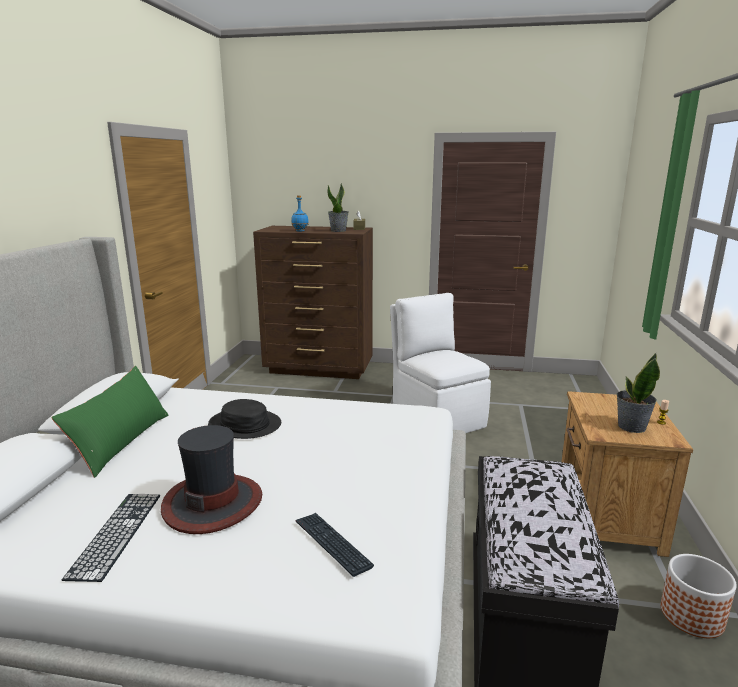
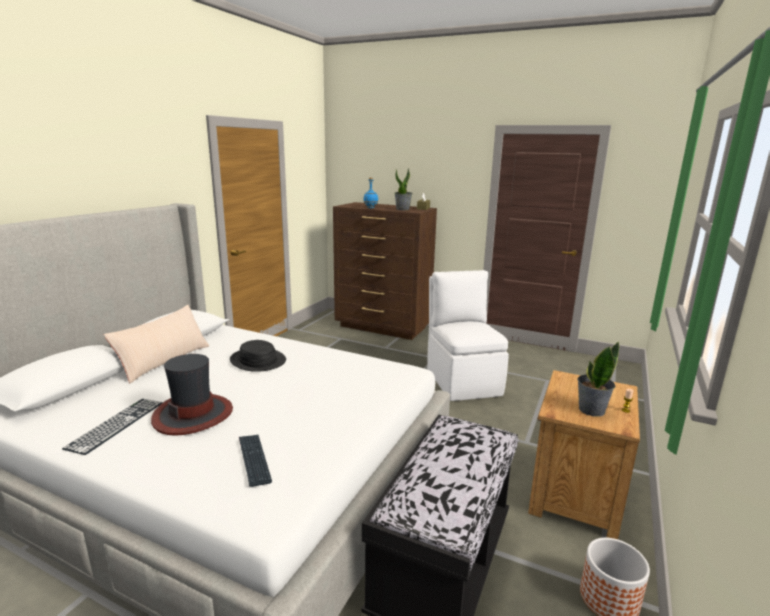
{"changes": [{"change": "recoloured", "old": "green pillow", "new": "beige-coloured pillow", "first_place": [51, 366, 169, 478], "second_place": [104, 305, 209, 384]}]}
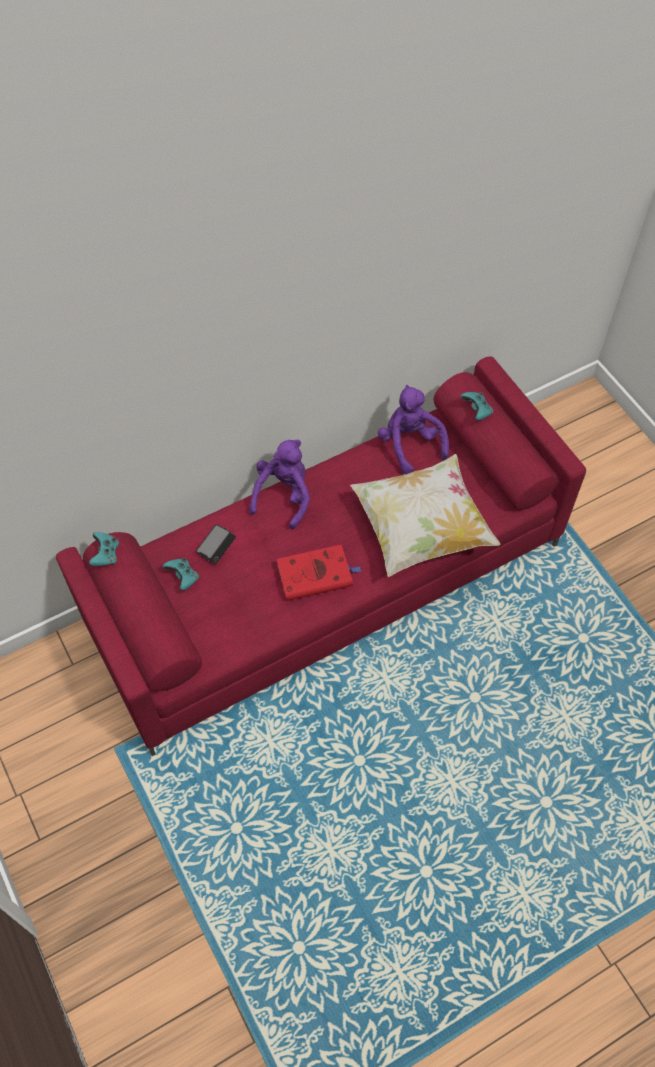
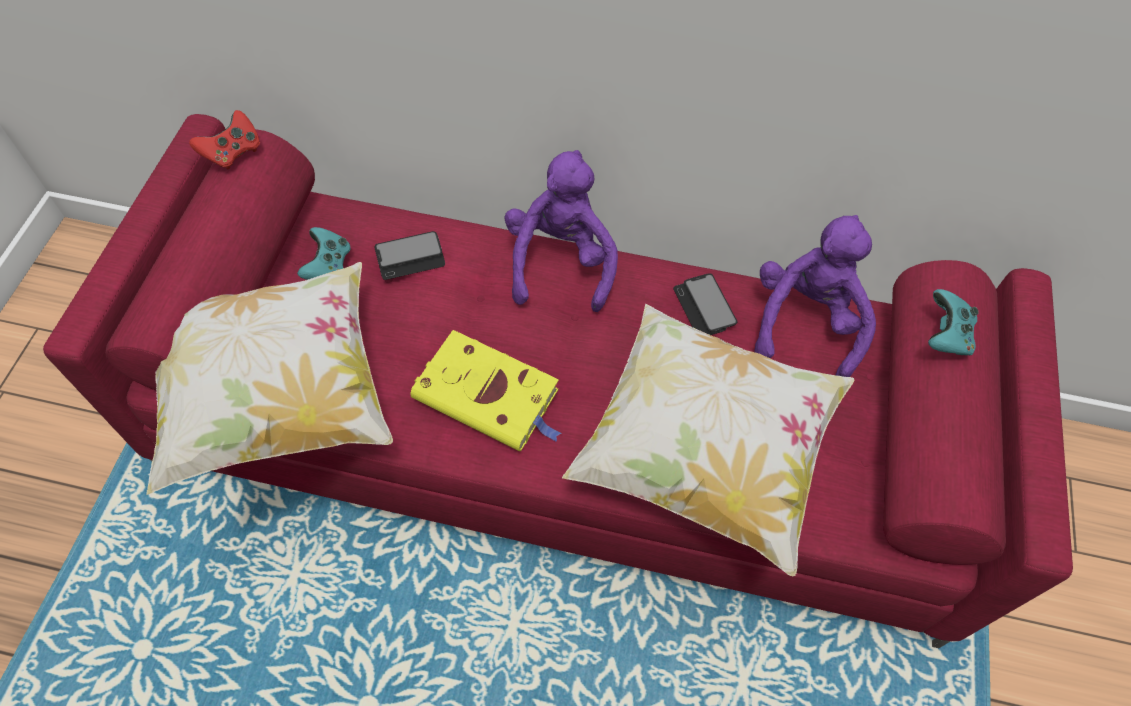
{"changes": [{"change": "added", "new": "pillow", "second_place": [146, 262, 393, 495]}, {"change": "added", "new": "phone", "second_place": [673, 273, 738, 335]}, {"change": "recoloured", "old": "turquoise-coloured game controller", "new": "red game controller", "first_place": [89, 532, 119, 566], "second_place": [189, 110, 260, 170]}, {"change": "recoloured", "old": "red volume", "new": "yellow-coloured volume", "first_place": [276, 545, 361, 601], "second_place": [411, 330, 561, 451]}, {"change": "turned", "old": "purplish cuddly toy", "first_place": [249, 440, 310, 530], "second_place": [504, 150, 618, 312], "degrees": -60}]}
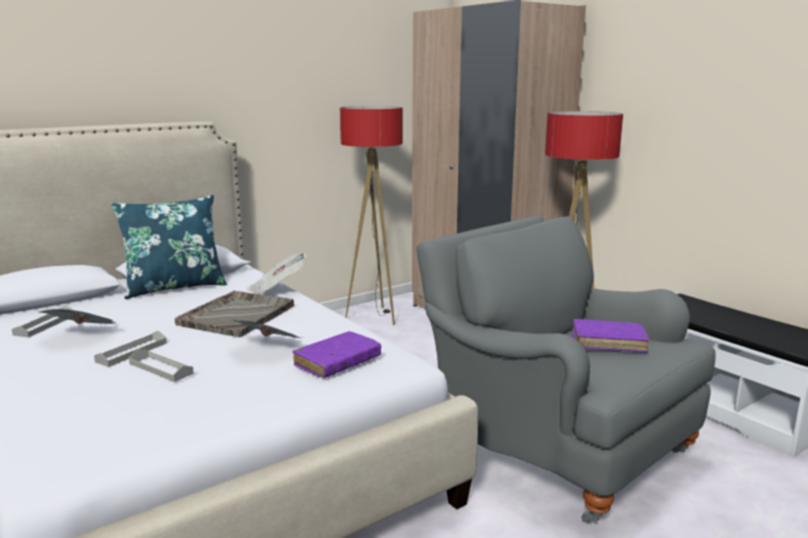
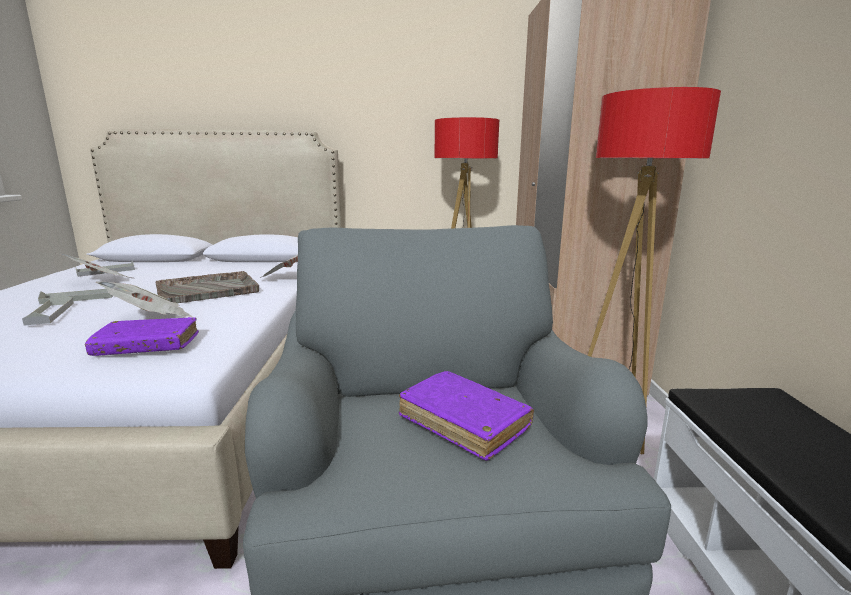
{"changes": [{"change": "removed", "old": "blue pillow", "first_place": [112, 195, 227, 299]}]}
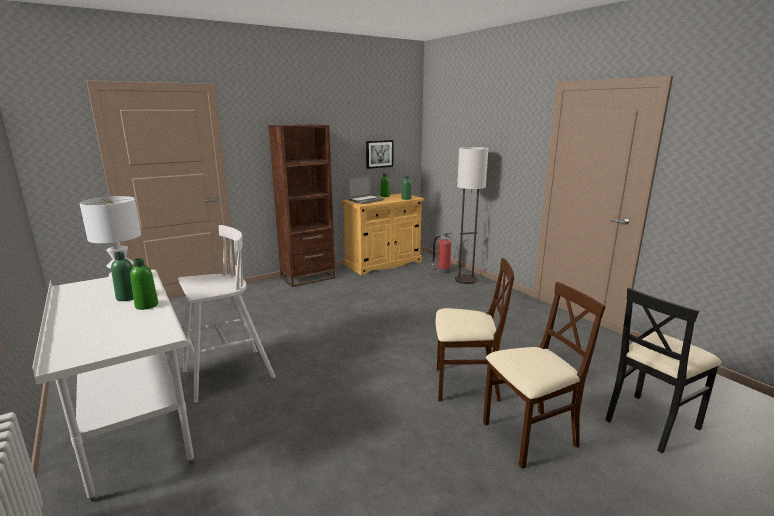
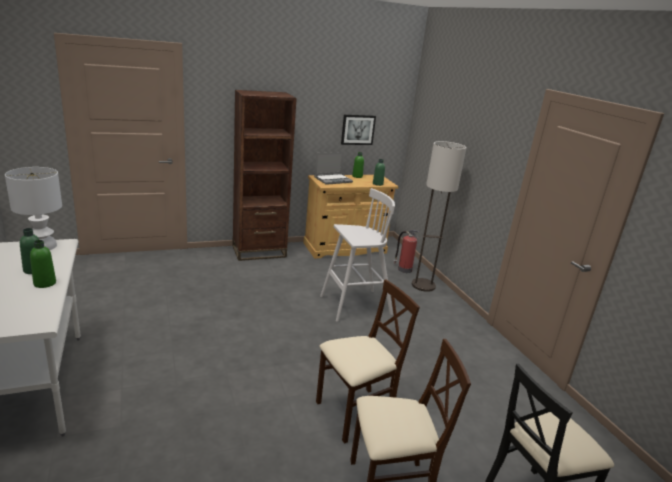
{"changes": [{"change": "moved", "old": "white sitting stool", "first_place": [178, 225, 275, 403], "second_place": [320, 188, 395, 322]}, {"change": "turned", "old": "beige-coloured plain chair", "first_place": [436, 258, 514, 402], "second_place": [316, 280, 420, 444], "degrees": -45}]}
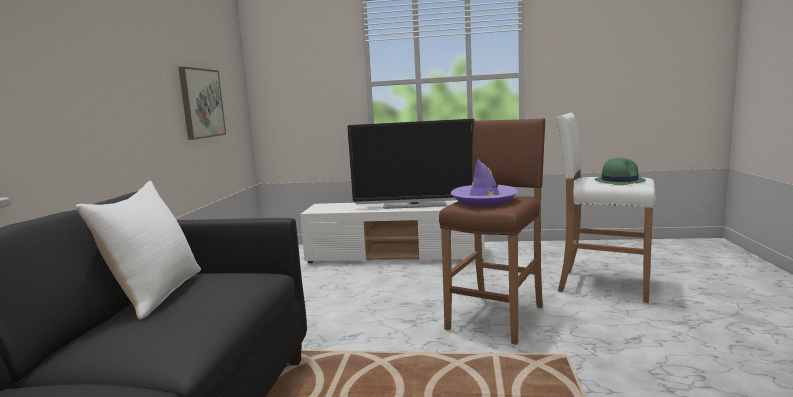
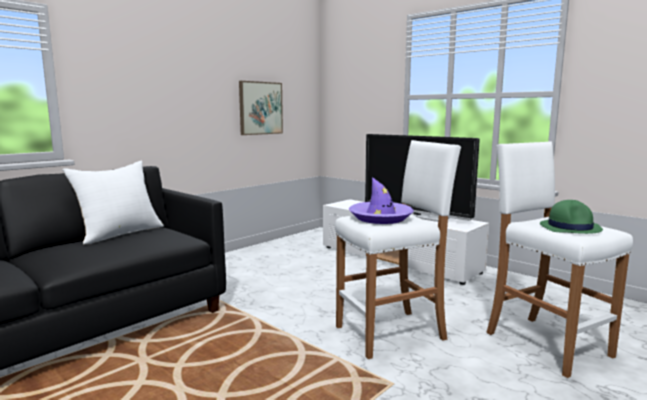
{"changes": [{"change": "recoloured", "old": "brown-coloured sitting stool", "new": "white sitting stool", "first_place": [439, 118, 545, 345], "second_place": [335, 140, 461, 359]}]}
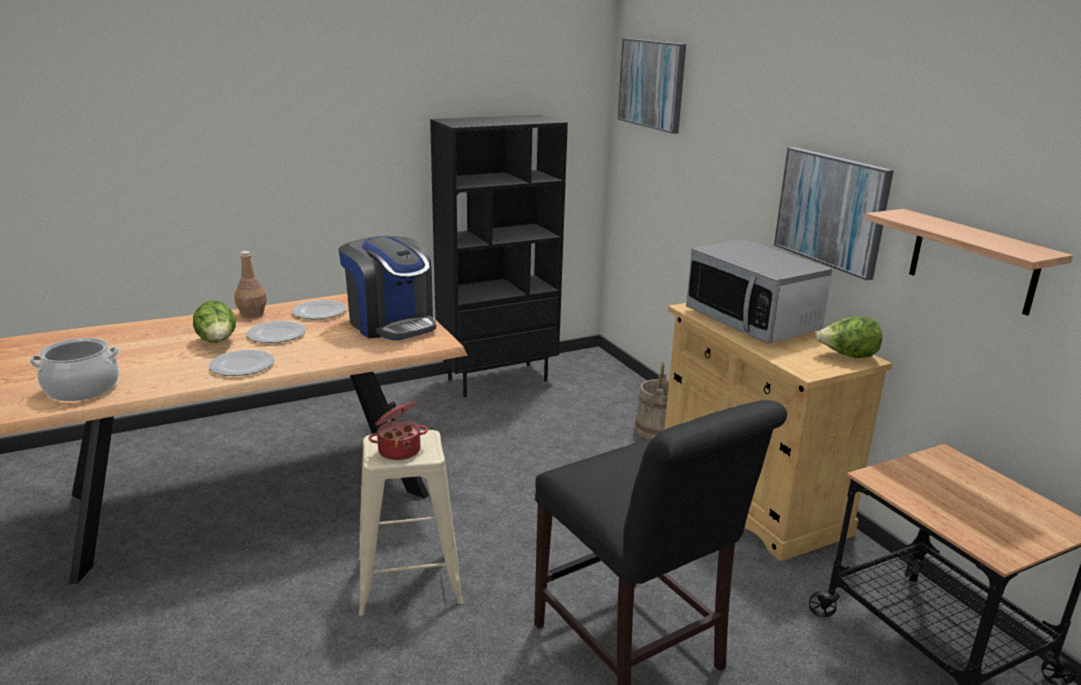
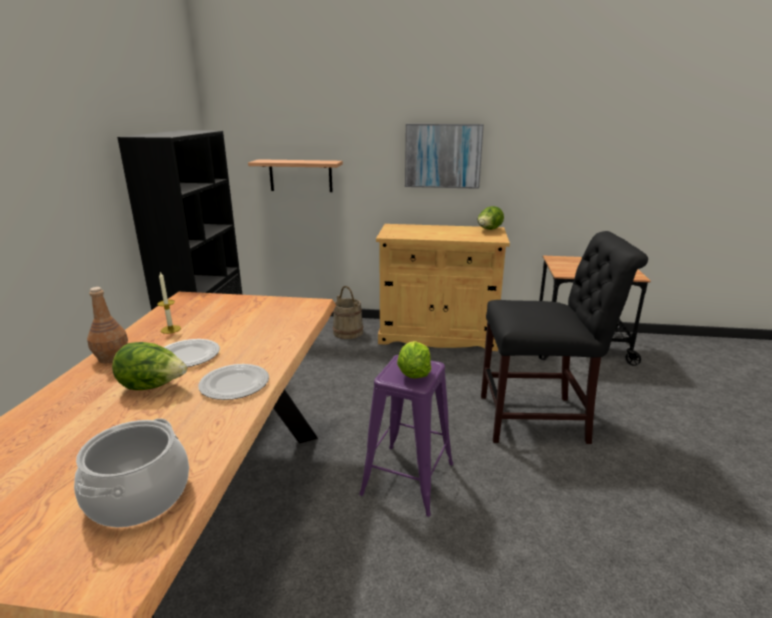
{"changes": [{"change": "removed", "old": "coffee brewer", "first_place": [338, 236, 436, 341]}, {"change": "removed", "old": "wall art", "first_place": [618, 38, 686, 134]}, {"change": "removed", "old": "microwave oven", "first_place": [686, 239, 832, 343]}, {"change": "moved", "old": "bracket shelf", "first_place": [865, 209, 1073, 316], "second_place": [248, 159, 343, 192]}, {"change": "replaced", "old": "plate", "new": "wax candle", "first_place": [292, 300, 347, 319], "second_place": [157, 272, 181, 334]}, {"change": "replaced", "old": "saucepot", "new": "lettuce", "first_place": [368, 401, 428, 460], "second_place": [397, 341, 431, 379]}, {"change": "recoloured", "old": "beige-coloured sitting stool", "new": "purplish sitting stool", "first_place": [358, 430, 464, 616], "second_place": [359, 355, 453, 517]}]}
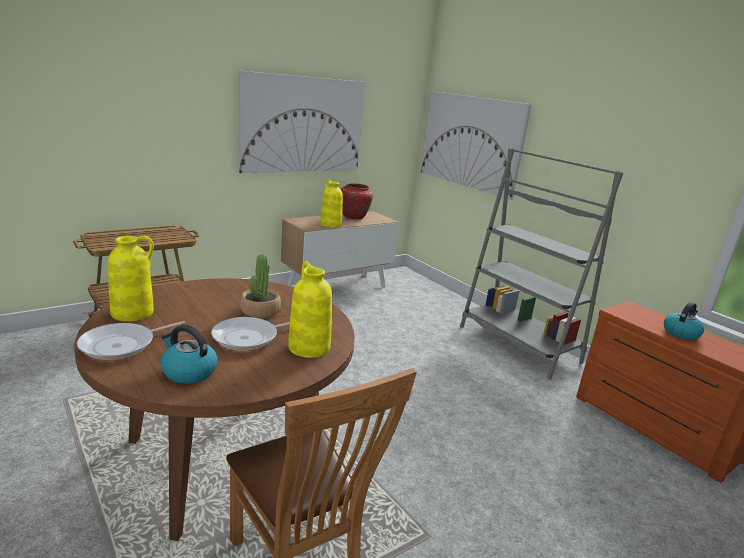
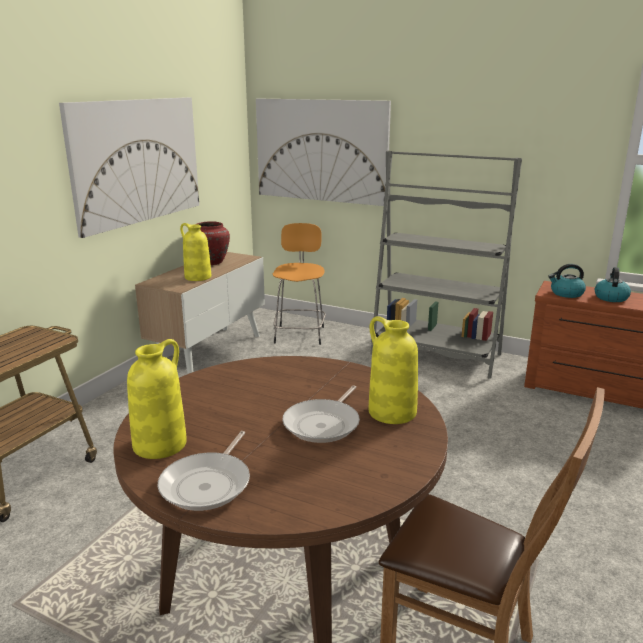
{"changes": [{"change": "removed", "old": "plant in a pot", "first_place": [240, 254, 281, 318]}, {"change": "added", "new": "orange sitting stool", "second_place": [273, 223, 326, 345]}, {"change": "moved", "old": "water kettle", "first_place": [160, 325, 218, 384], "second_place": [548, 264, 586, 298]}]}
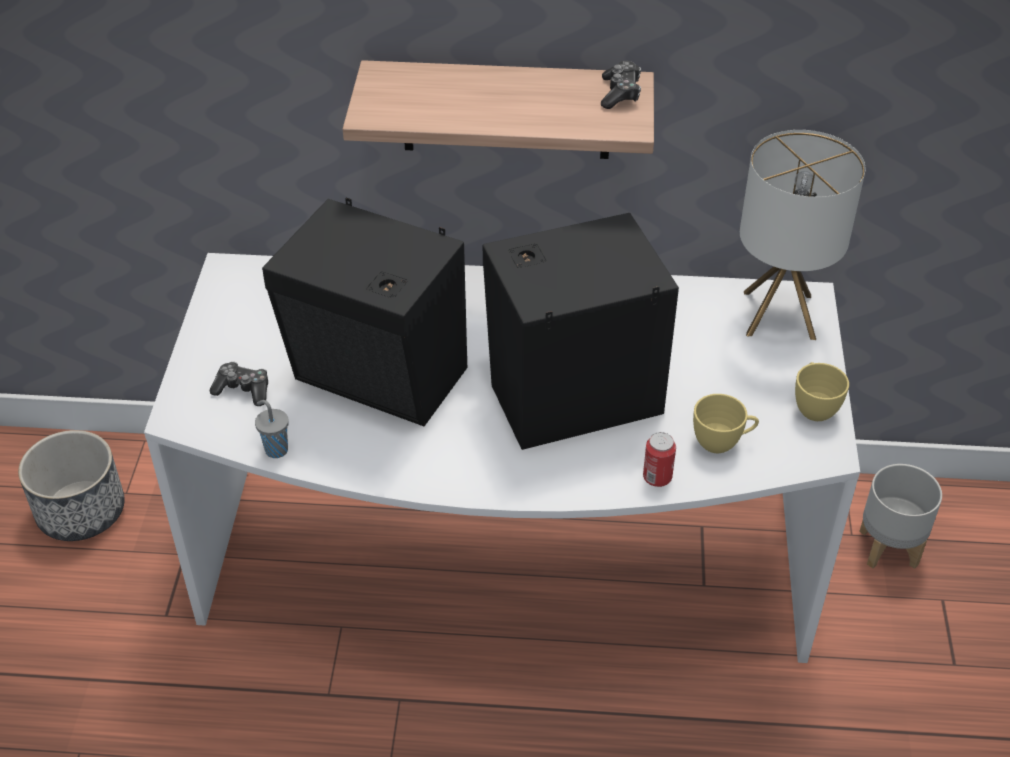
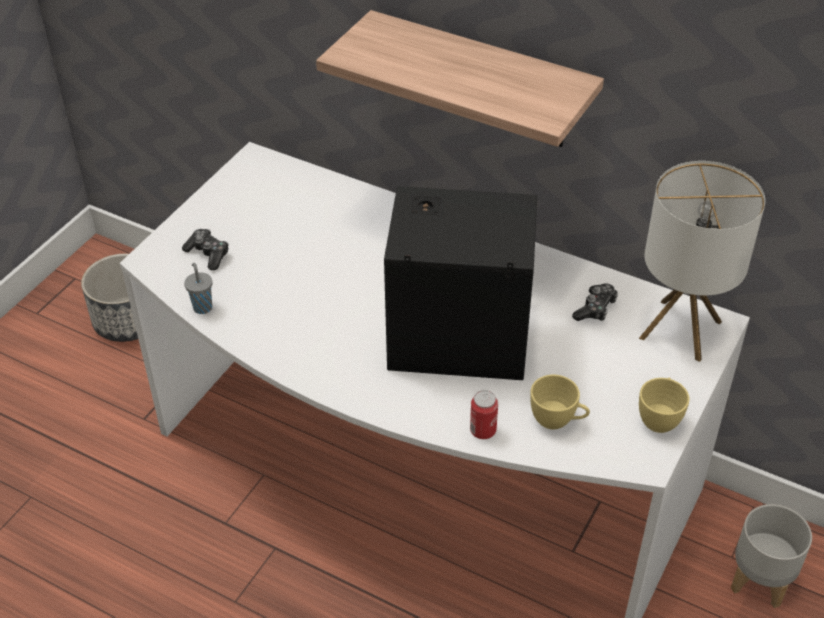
{"changes": [{"change": "removed", "old": "black audio speaker", "first_place": [262, 198, 467, 426]}, {"change": "moved", "old": "game controller", "first_place": [601, 61, 641, 109], "second_place": [572, 283, 618, 321]}]}
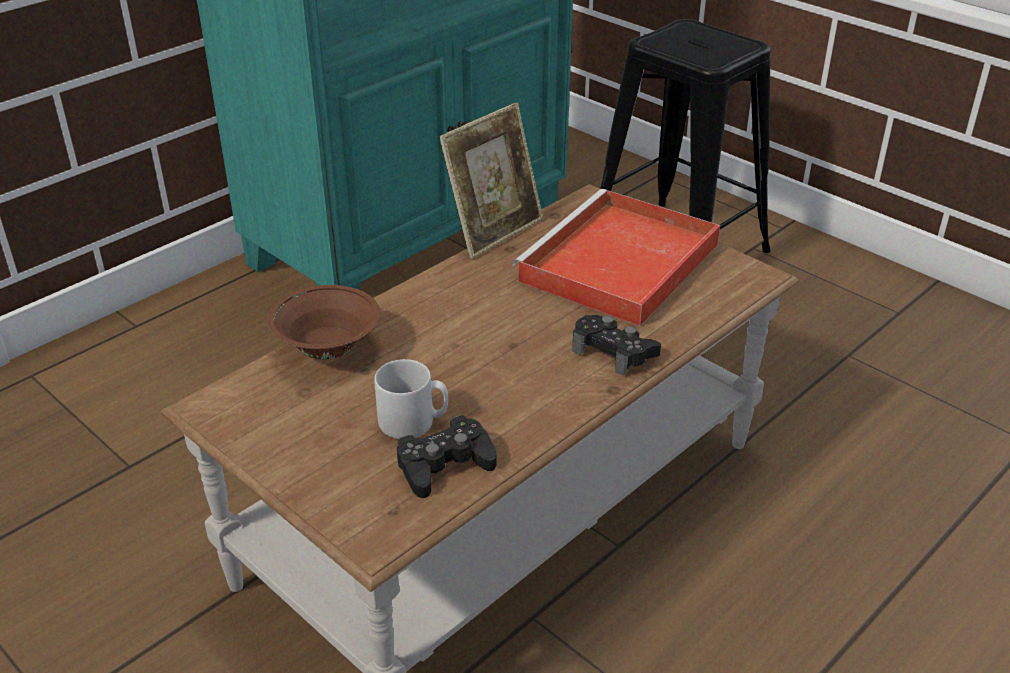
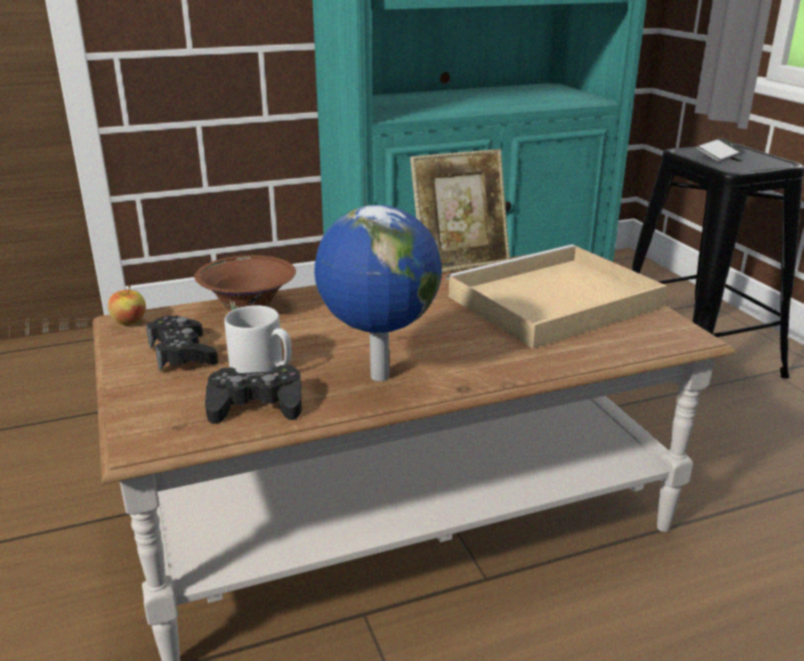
{"changes": [{"change": "added", "new": "whole apple", "second_place": [108, 285, 146, 325]}, {"change": "added", "new": "globe", "second_place": [314, 205, 442, 381]}, {"change": "added", "new": "phone", "second_place": [696, 138, 745, 162]}, {"change": "moved", "old": "black game controller", "first_place": [572, 315, 661, 376], "second_place": [146, 316, 218, 371]}, {"change": "recoloured", "old": "red carrying tray", "new": "beige-coloured carrying tray", "first_place": [513, 189, 720, 326], "second_place": [446, 244, 667, 349]}]}
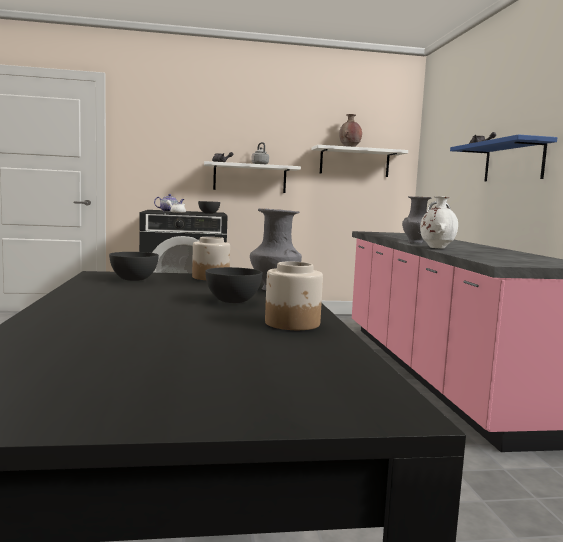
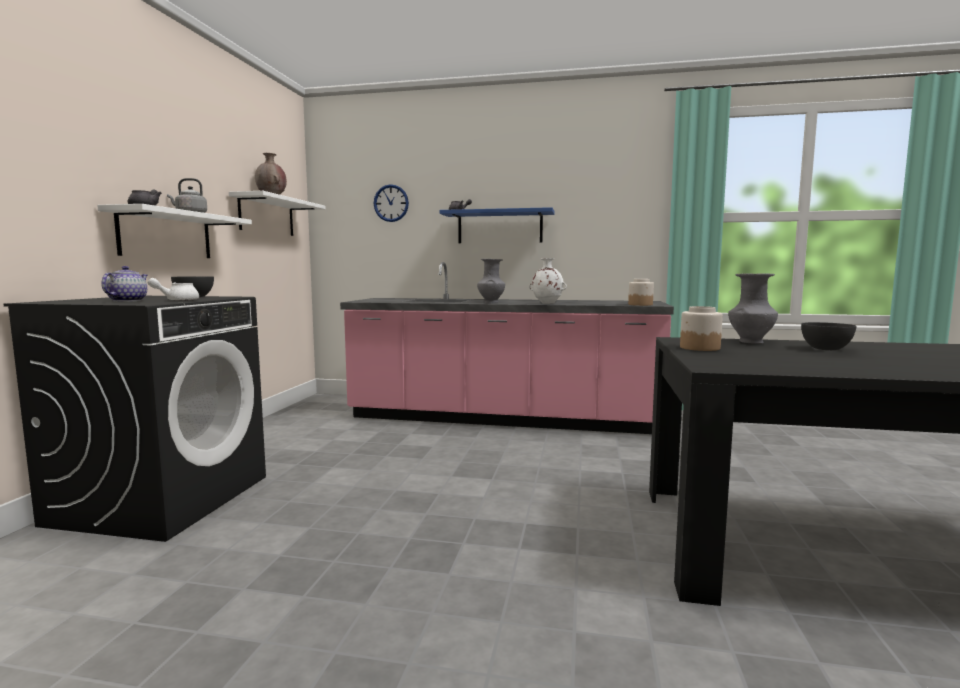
{"changes": [{"change": "removed", "old": "gray serving bowl", "first_place": [109, 252, 159, 281]}, {"change": "added", "new": "hanging clock", "second_place": [374, 184, 409, 222]}, {"change": "moved", "old": "storage jar", "first_place": [265, 262, 323, 330], "second_place": [628, 279, 654, 306]}]}
